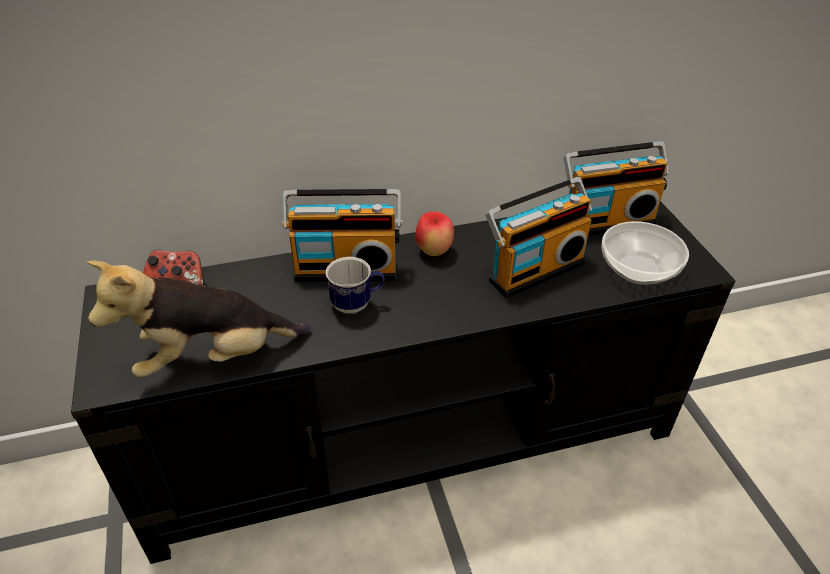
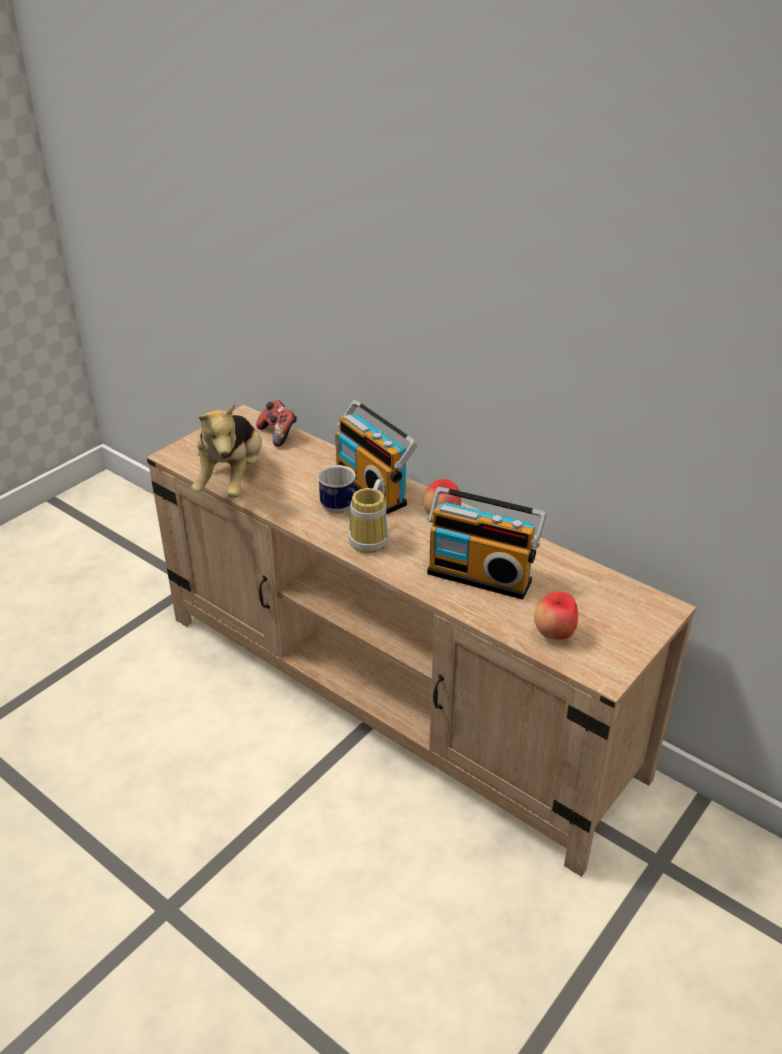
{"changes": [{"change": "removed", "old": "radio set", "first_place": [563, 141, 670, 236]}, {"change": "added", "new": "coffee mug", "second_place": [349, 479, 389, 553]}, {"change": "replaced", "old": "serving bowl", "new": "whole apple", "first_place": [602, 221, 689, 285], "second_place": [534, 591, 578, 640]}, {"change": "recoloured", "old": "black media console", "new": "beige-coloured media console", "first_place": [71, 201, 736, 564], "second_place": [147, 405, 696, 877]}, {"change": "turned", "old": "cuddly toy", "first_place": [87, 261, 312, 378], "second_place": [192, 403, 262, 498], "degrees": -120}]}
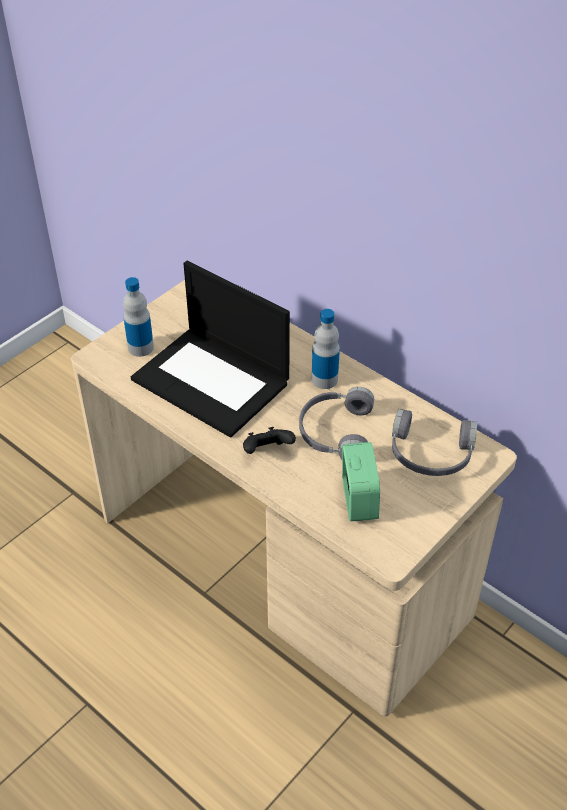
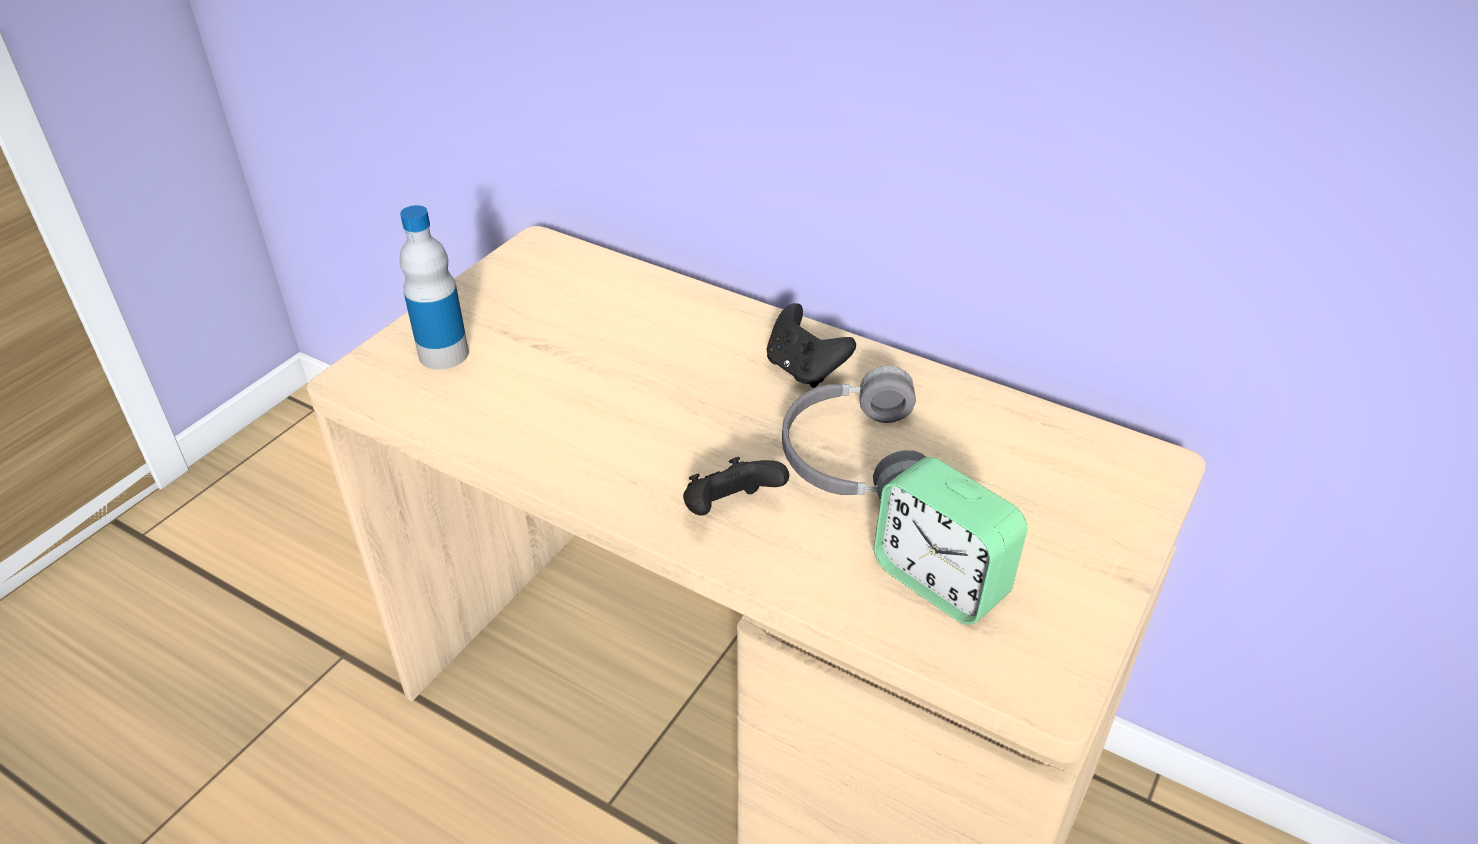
{"changes": [{"change": "removed", "old": "laptop", "first_place": [131, 261, 290, 438]}, {"change": "removed", "old": "gray pair of headphones", "first_place": [392, 409, 477, 476]}, {"change": "replaced", "old": "beverage bottle", "new": "black game controller", "first_place": [312, 309, 340, 389], "second_place": [767, 303, 856, 388]}, {"change": "turned", "old": "table clock", "first_place": [342, 442, 380, 521], "second_place": [874, 457, 1027, 625], "degrees": 150}]}
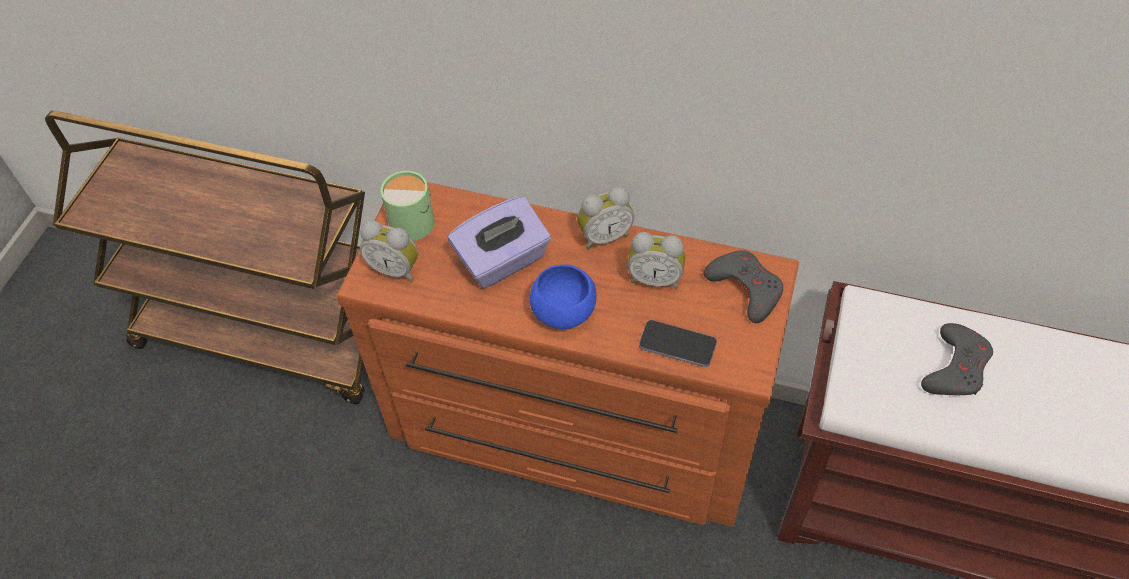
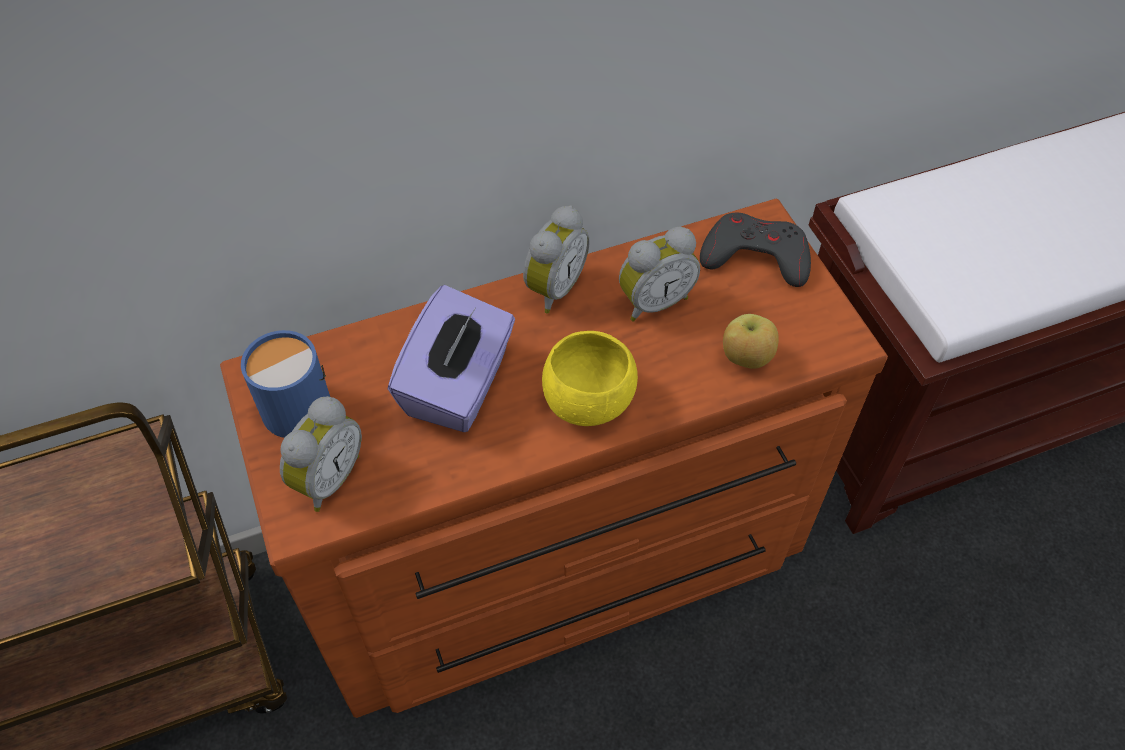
{"changes": [{"change": "removed", "old": "gray game controller", "first_place": [921, 323, 993, 395]}, {"change": "replaced", "old": "phone", "new": "whole apple", "first_place": [639, 320, 717, 367], "second_place": [723, 314, 779, 369]}, {"change": "recoloured", "old": "green coffee mug", "new": "blue coffee mug", "first_place": [380, 171, 435, 241], "second_place": [241, 330, 330, 438]}, {"change": "recoloured", "old": "blue serving bowl", "new": "yellow-coloured serving bowl", "first_place": [530, 264, 596, 329], "second_place": [542, 331, 638, 426]}, {"change": "turned", "old": "table clock", "first_place": [360, 220, 418, 282], "second_place": [280, 396, 362, 512], "degrees": -45}]}
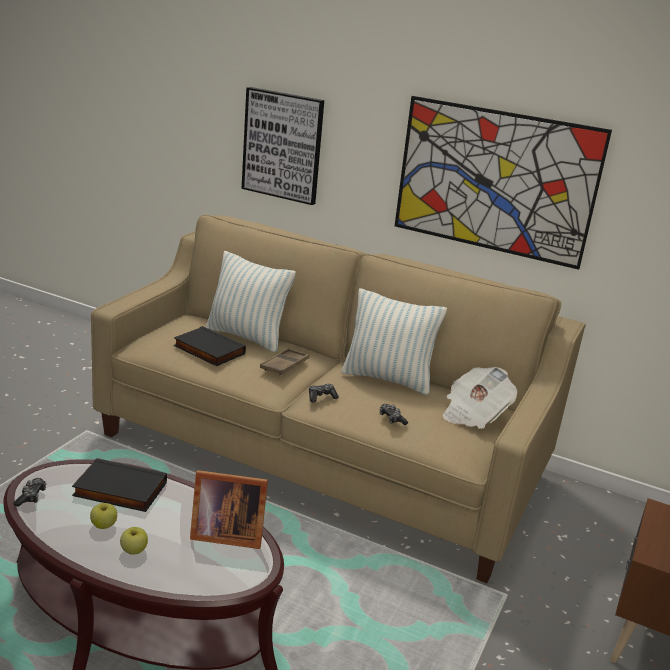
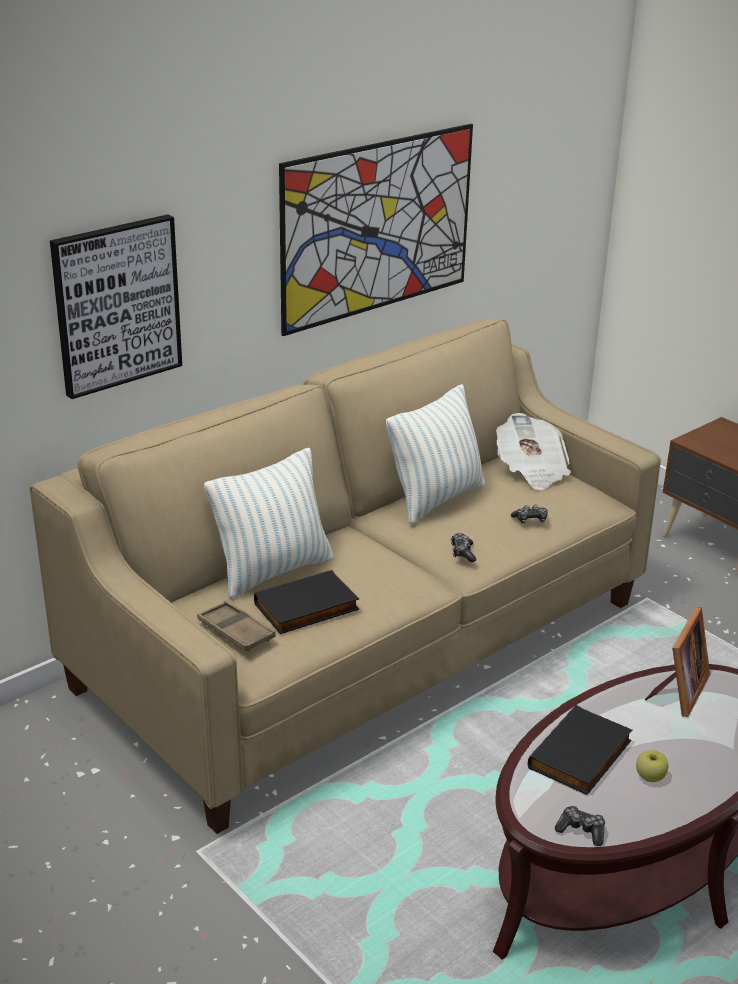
{"changes": [{"change": "removed", "old": "whole apple", "first_place": [120, 527, 148, 555]}, {"change": "moved", "old": "brown-coloured carrying tray", "first_place": [260, 348, 309, 375], "second_place": [197, 601, 276, 651]}]}
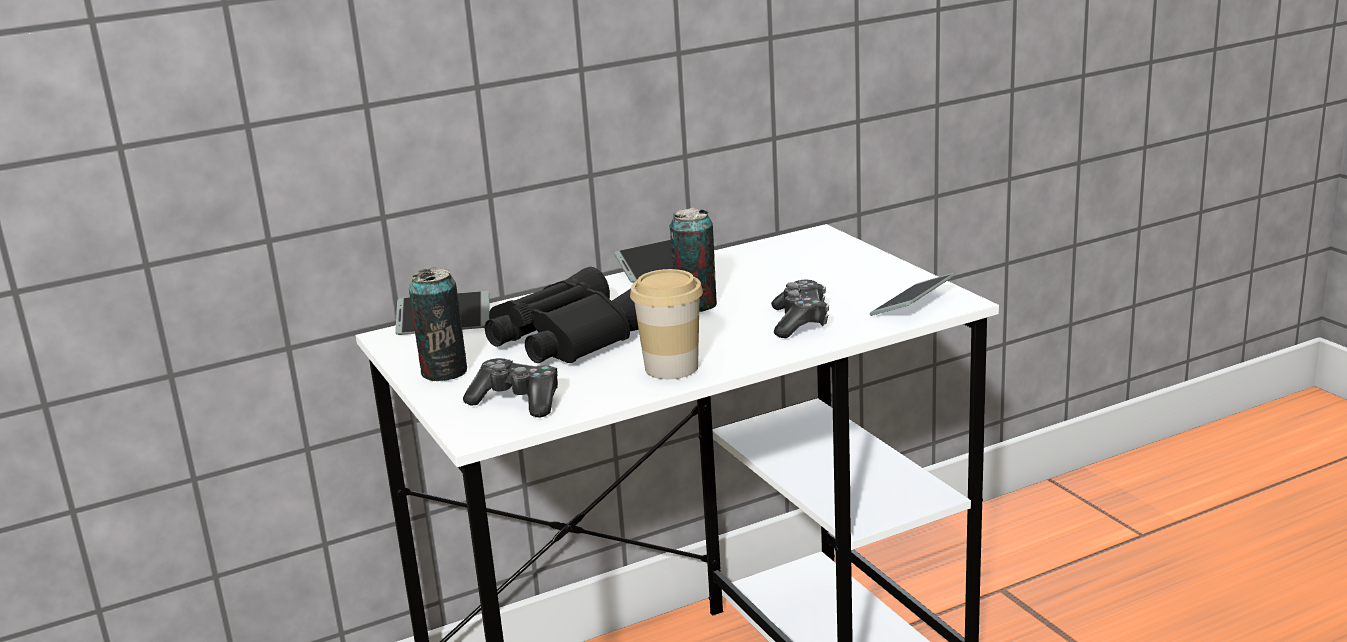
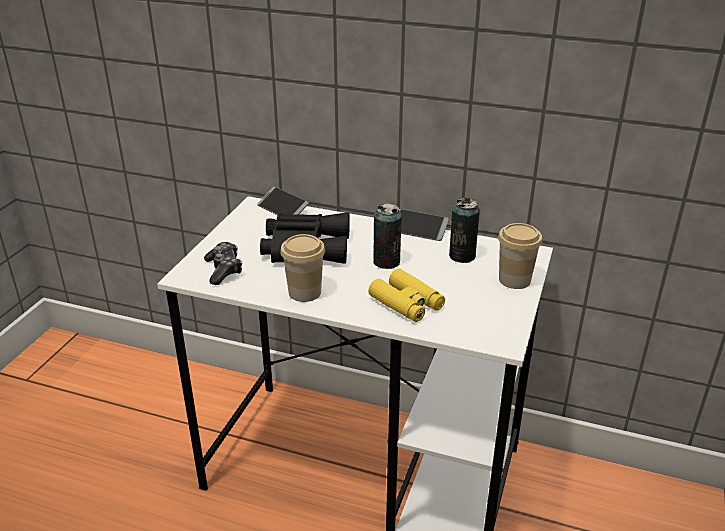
{"changes": [{"change": "removed", "old": "phone", "first_place": [870, 273, 955, 316]}, {"change": "added", "new": "cup", "second_place": [498, 223, 542, 289]}, {"change": "moved", "old": "sealed can", "first_place": [409, 267, 467, 381], "second_place": [449, 198, 480, 263]}, {"change": "replaced", "old": "game controller", "new": "yellow-coloured pair of binoculars", "first_place": [771, 280, 829, 338], "second_place": [368, 268, 445, 322]}]}
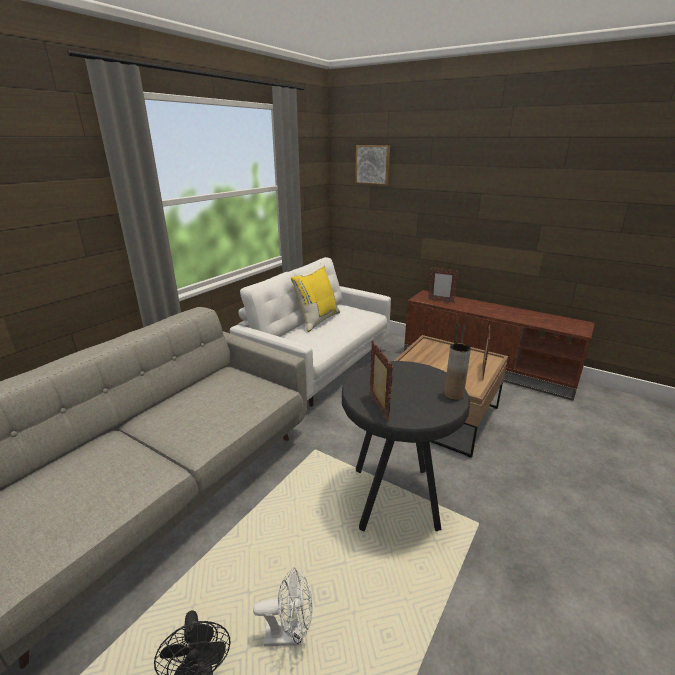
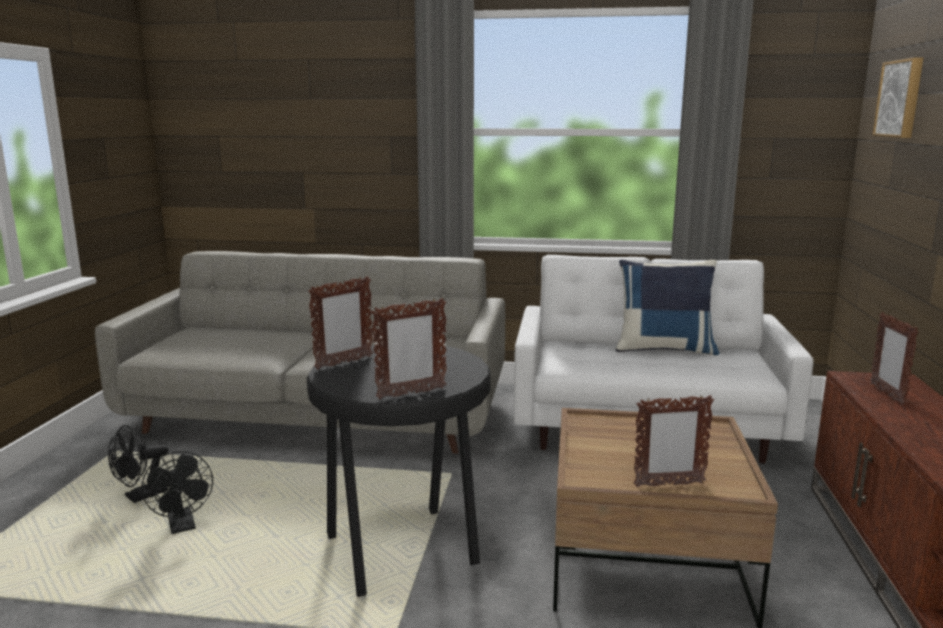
{"changes": [{"change": "replaced", "old": "brown-coloured flower vase", "new": "standing frame", "first_place": [444, 343, 471, 400], "second_place": [371, 298, 447, 399]}, {"change": "recoloured", "old": "white cooling fan", "new": "black cooling fan", "first_place": [253, 567, 313, 646], "second_place": [141, 451, 213, 534]}, {"change": "recoloured", "old": "yellow-coloured pillow", "new": "blue pillow", "first_place": [291, 263, 340, 332], "second_place": [615, 260, 719, 356]}]}
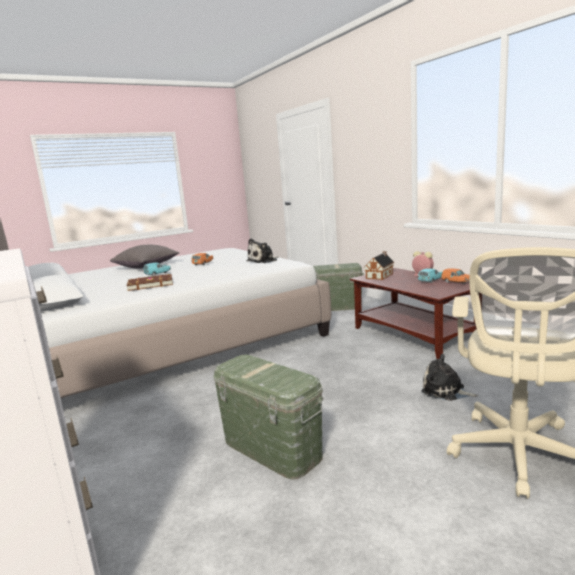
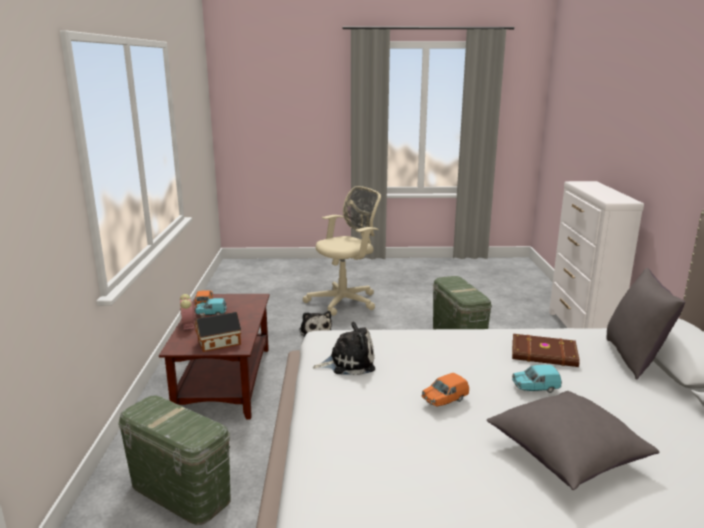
{"changes": [{"change": "added", "new": "gray pillow", "second_place": [606, 268, 685, 380]}]}
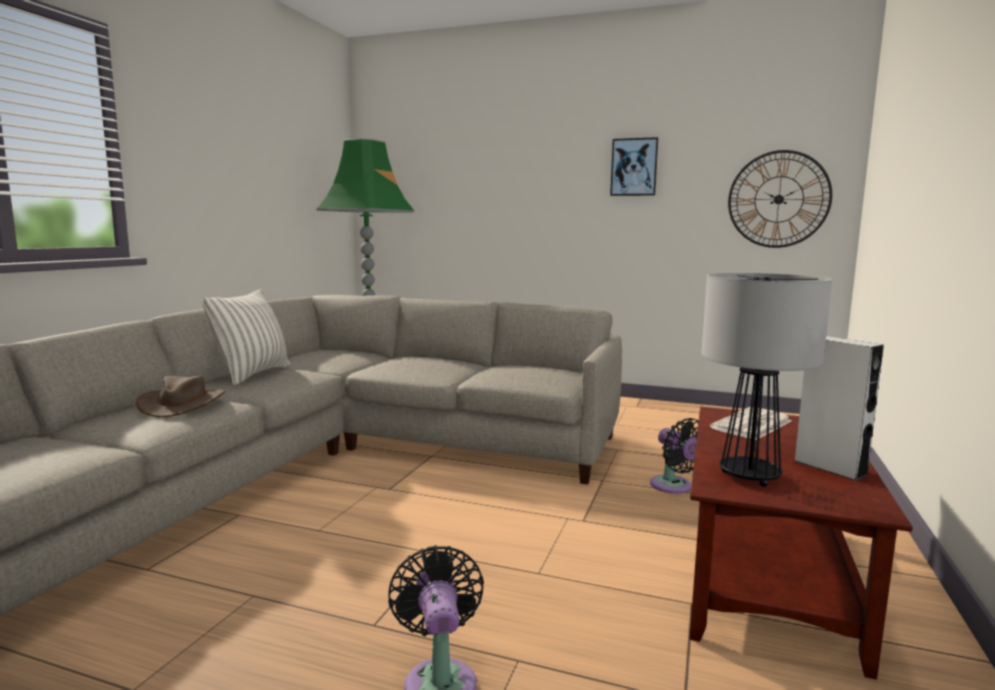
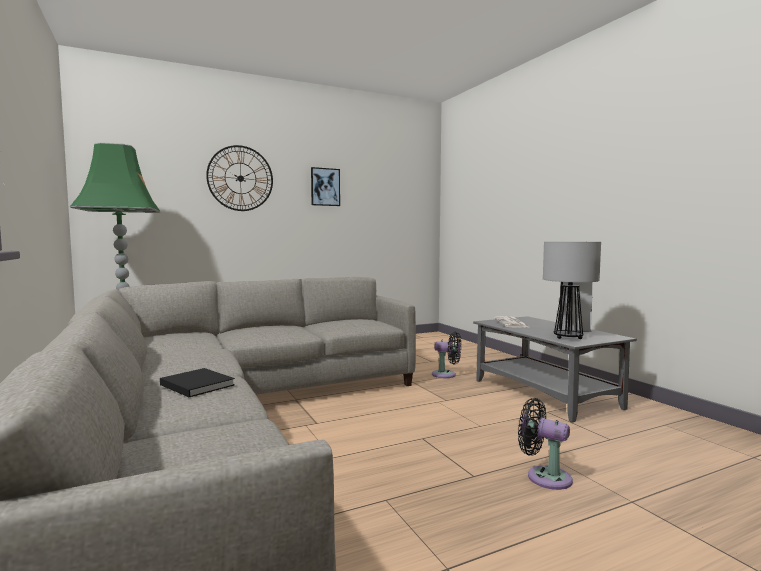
{"changes": [{"change": "removed", "old": "pillow", "first_place": [202, 290, 290, 385]}, {"change": "moved", "old": "hanging clock", "first_place": [728, 150, 833, 248], "second_place": [206, 145, 273, 211]}, {"change": "replaced", "old": "brown-coloured hat", "new": "black volume", "first_place": [136, 376, 226, 418], "second_place": [160, 368, 235, 397]}, {"change": "recoloured", "old": "brown-coloured low table", "new": "gray low table", "first_place": [690, 407, 913, 680], "second_place": [473, 316, 637, 423]}]}
